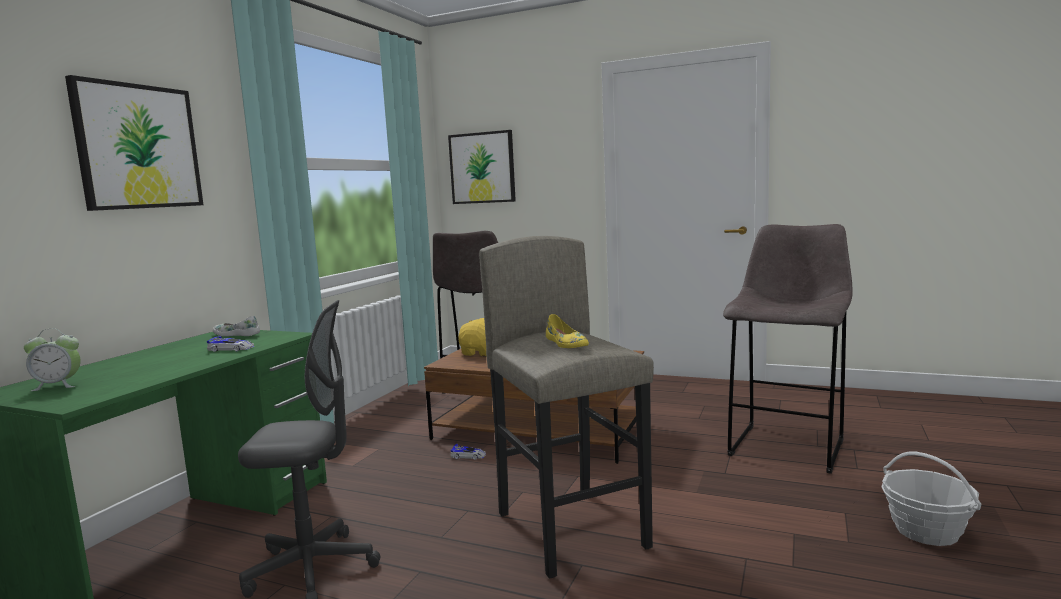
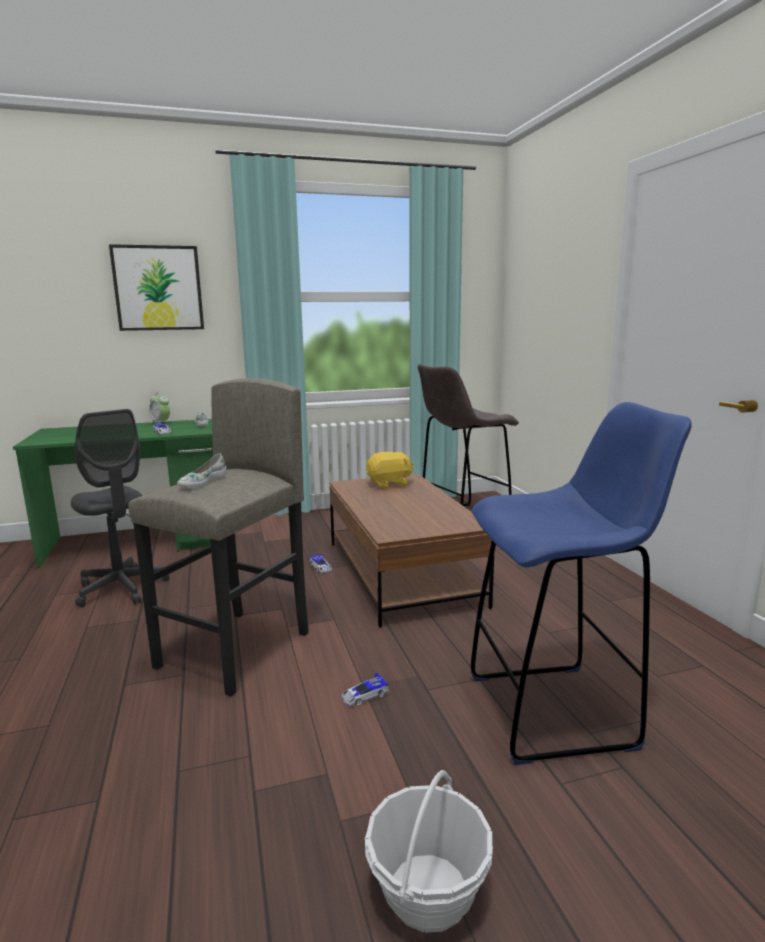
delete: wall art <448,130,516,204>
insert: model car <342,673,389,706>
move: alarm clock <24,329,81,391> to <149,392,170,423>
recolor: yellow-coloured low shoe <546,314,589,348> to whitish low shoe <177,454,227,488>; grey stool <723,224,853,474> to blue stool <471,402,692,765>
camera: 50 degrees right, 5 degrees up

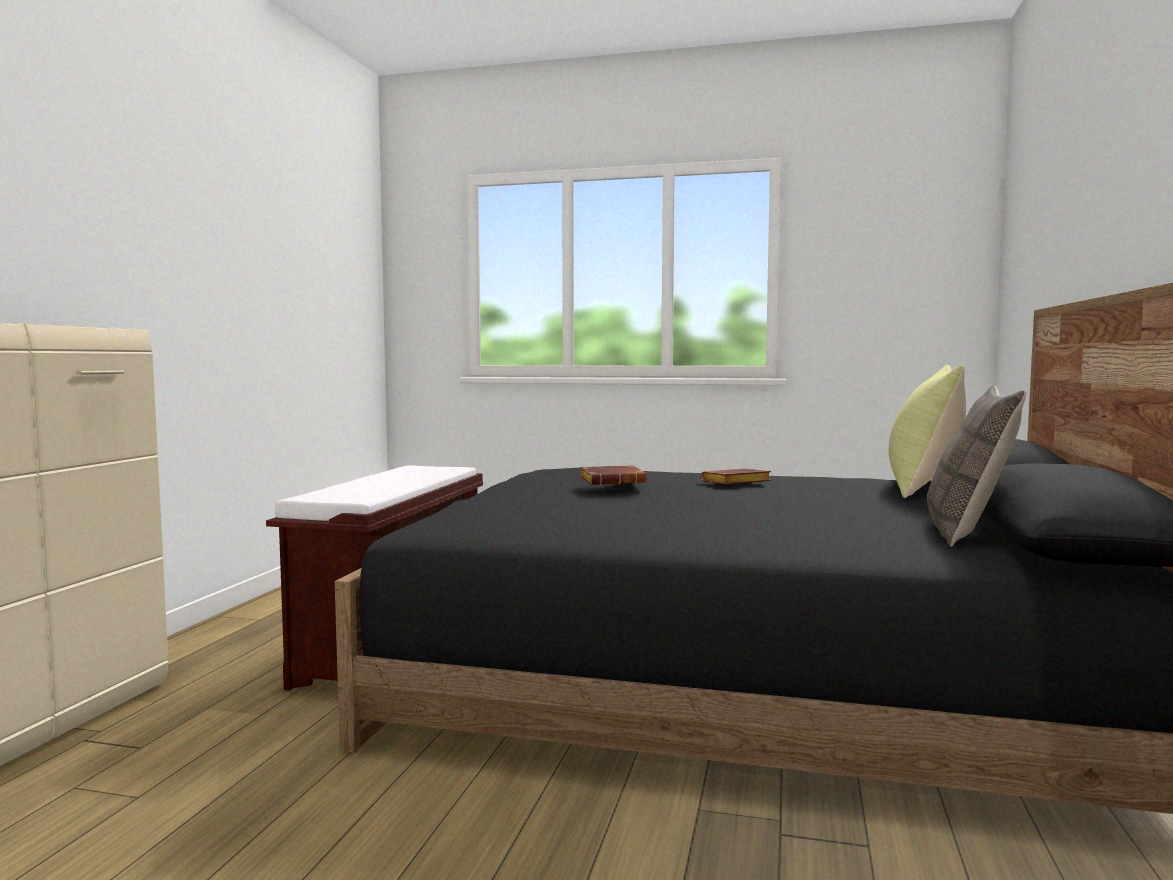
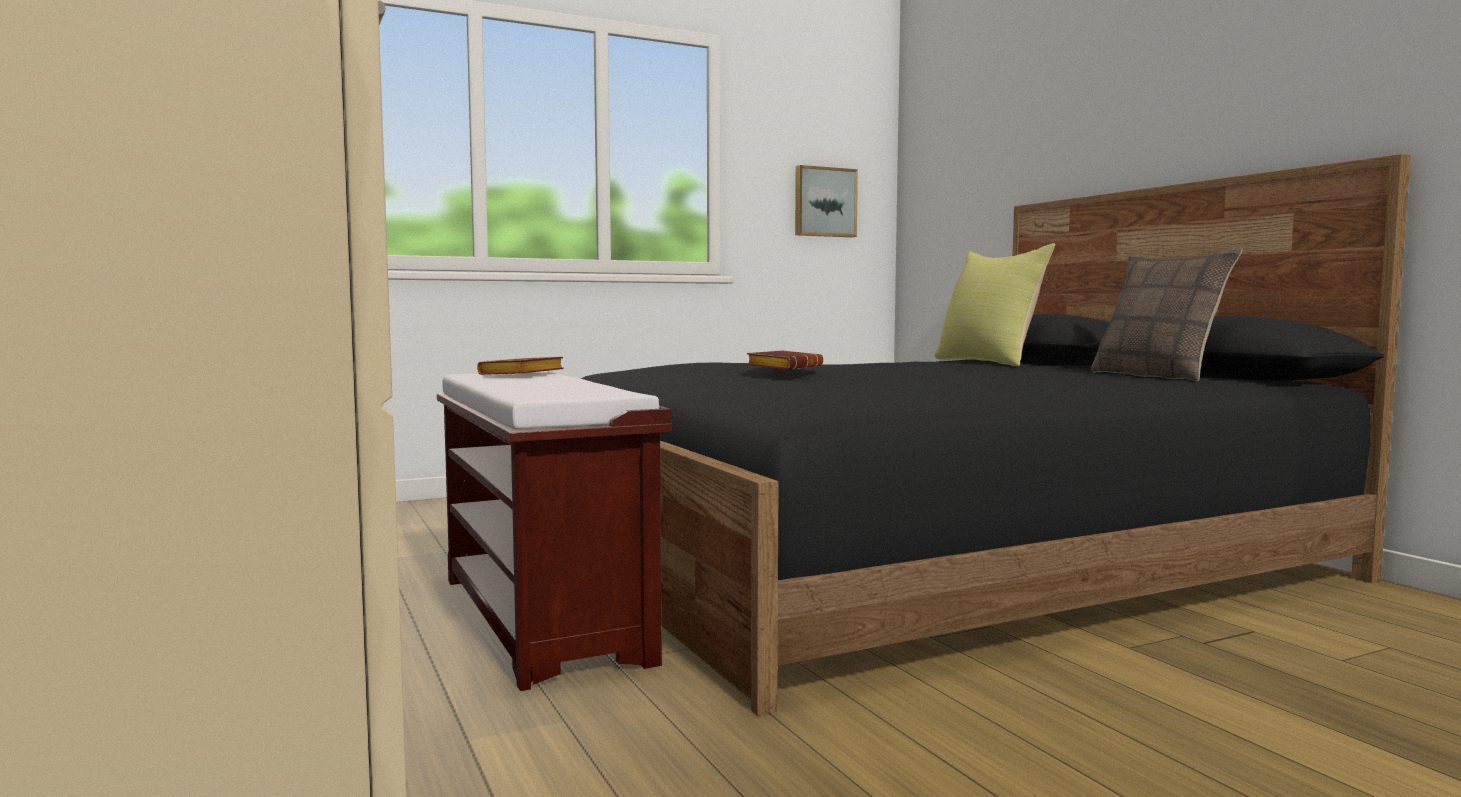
insert: wall art <795,165,858,237>
move: brownish book <701,468,771,484> to <477,357,564,375>
camera: 40 degrees left, 0 degrees up

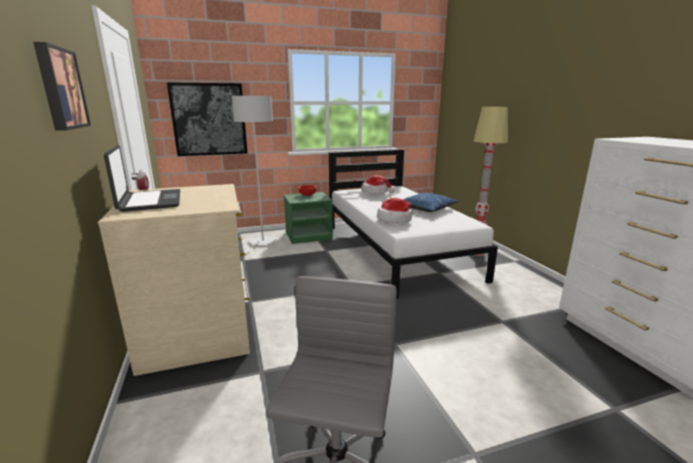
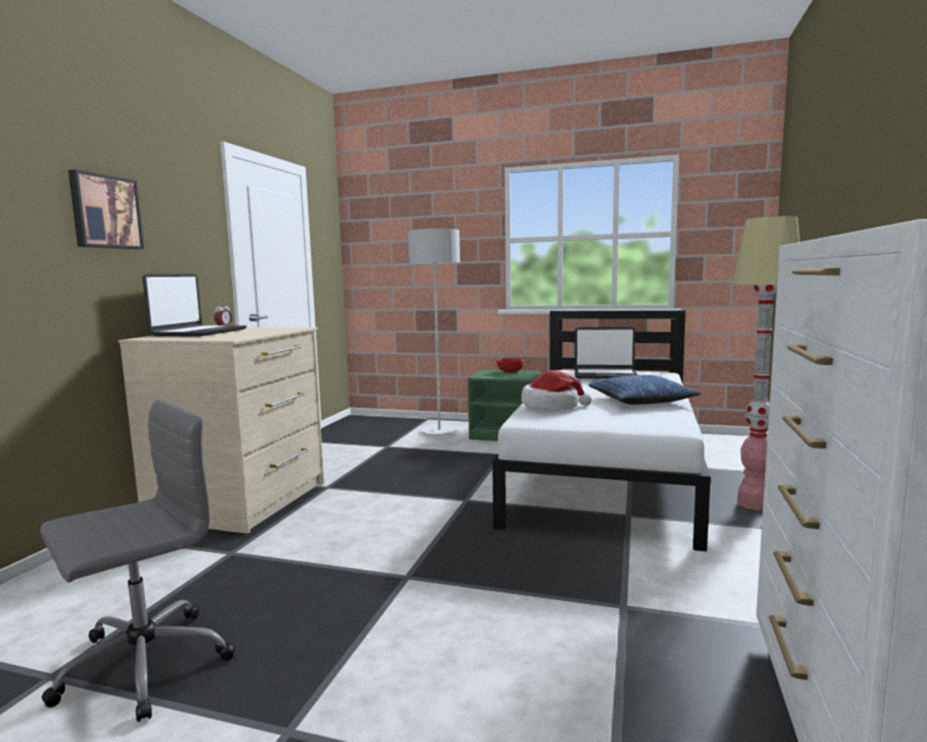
delete: wall art <167,82,247,156>
replace: clothing hat <361,175,395,194> to laptop <575,327,637,379>
camera: 35 degrees right, 10 degrees down

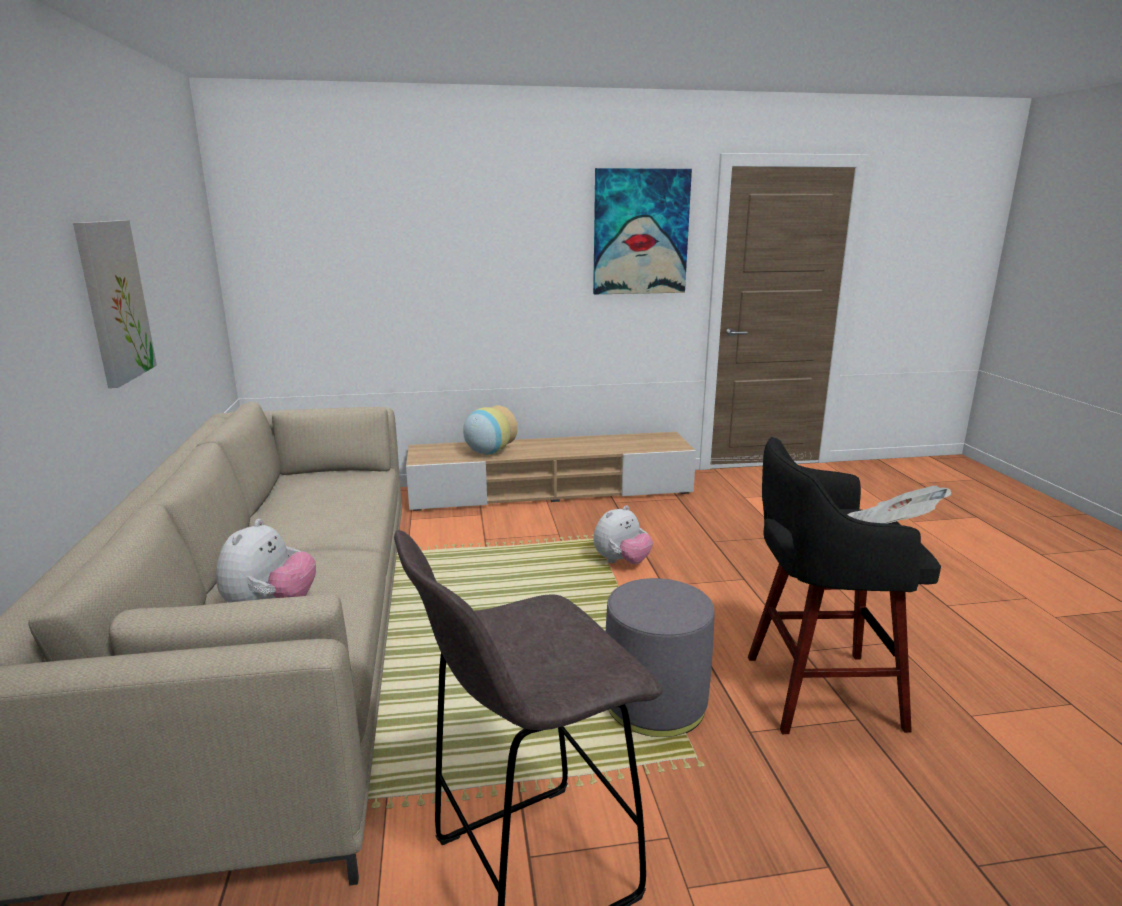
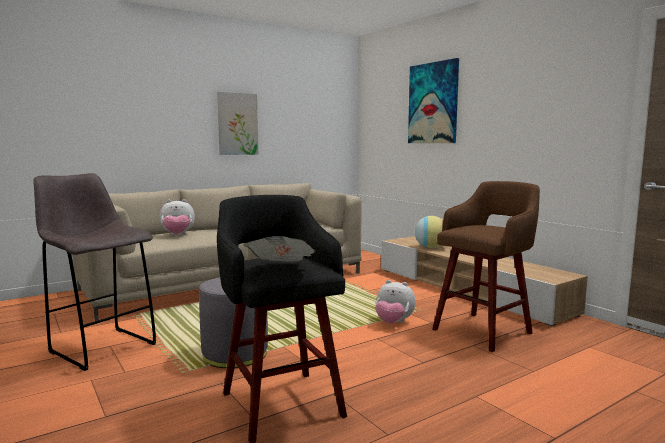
insert: brownish stool <432,181,540,352>
move: wall art <593,168,692,294> to <408,58,459,143>
camera: 65 degrees right, 10 degrees down

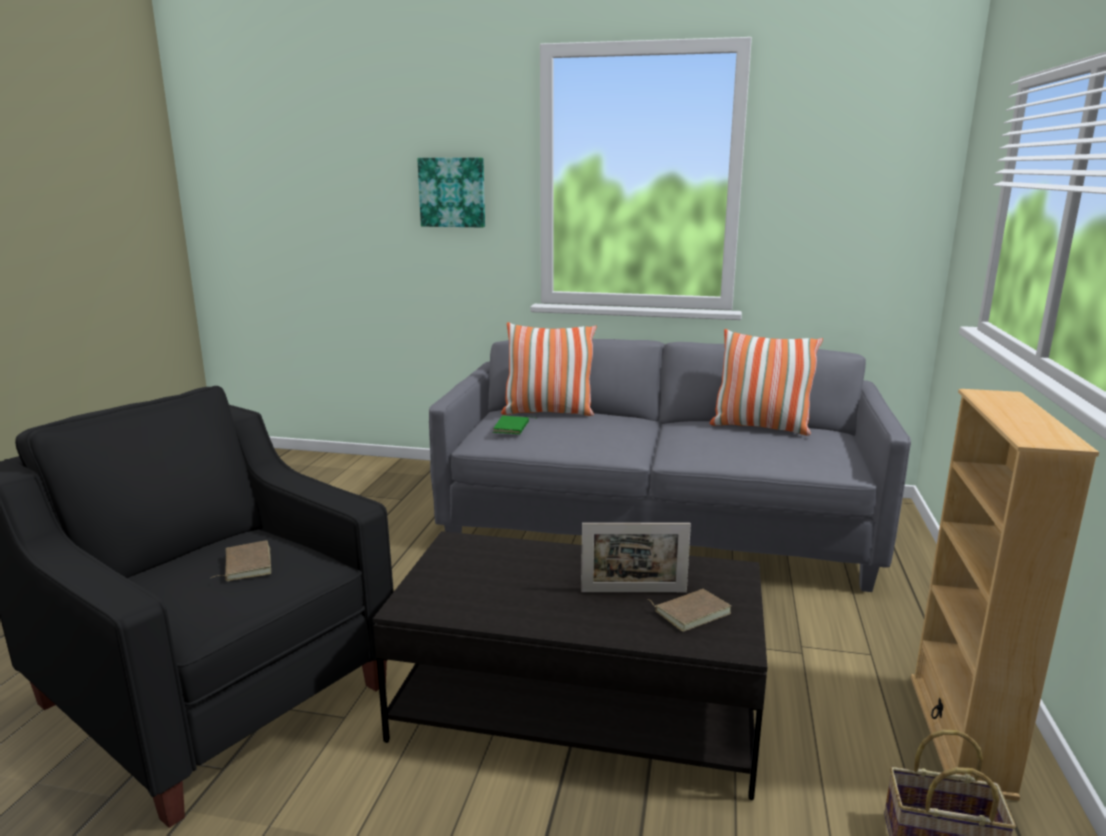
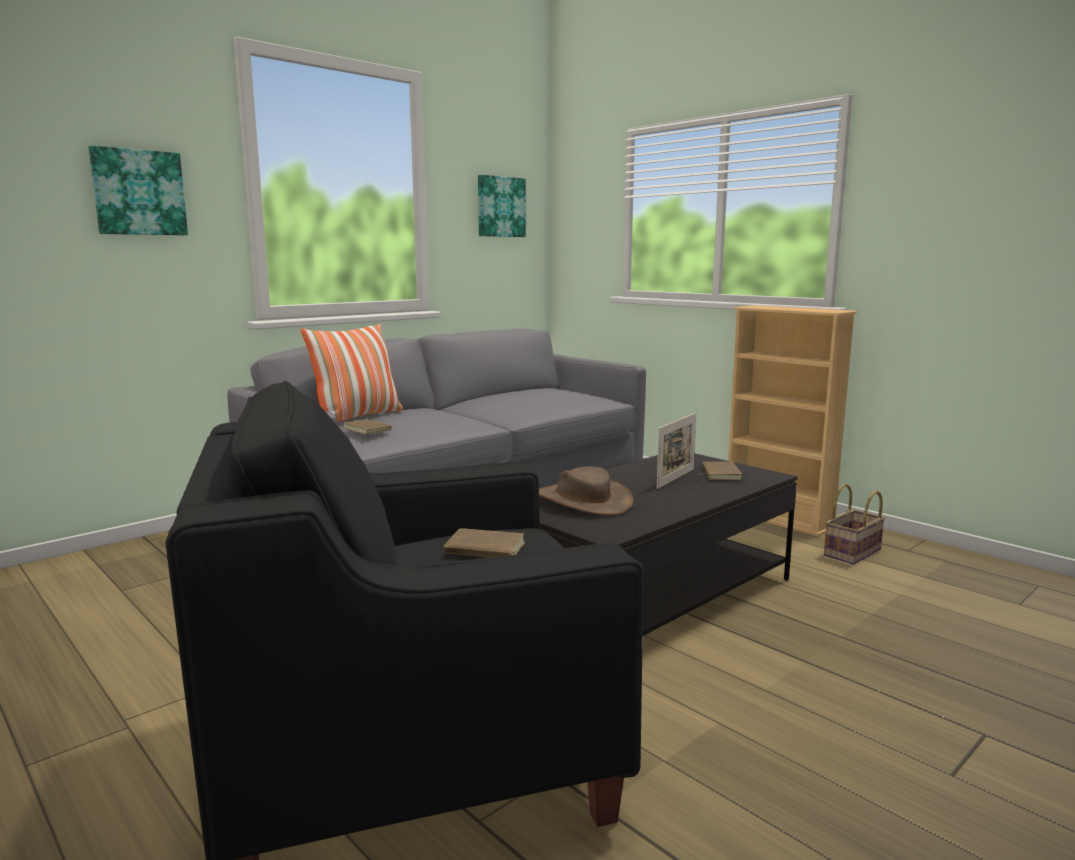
delete: throw pillow <710,329,823,436>
insert: wall art <478,175,526,237>; brownish clothing hat <539,466,634,516>
recolor: green book <493,416,537,434> to brownish book <343,418,391,435>
camera: 55 degrees left, 5 degrees down

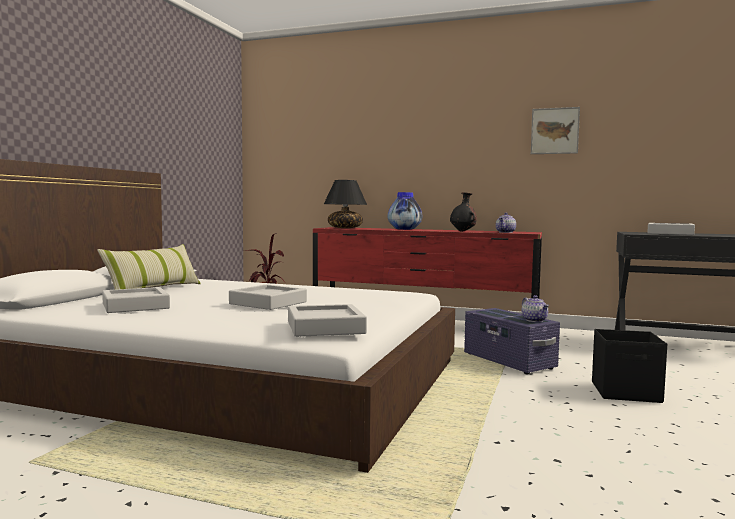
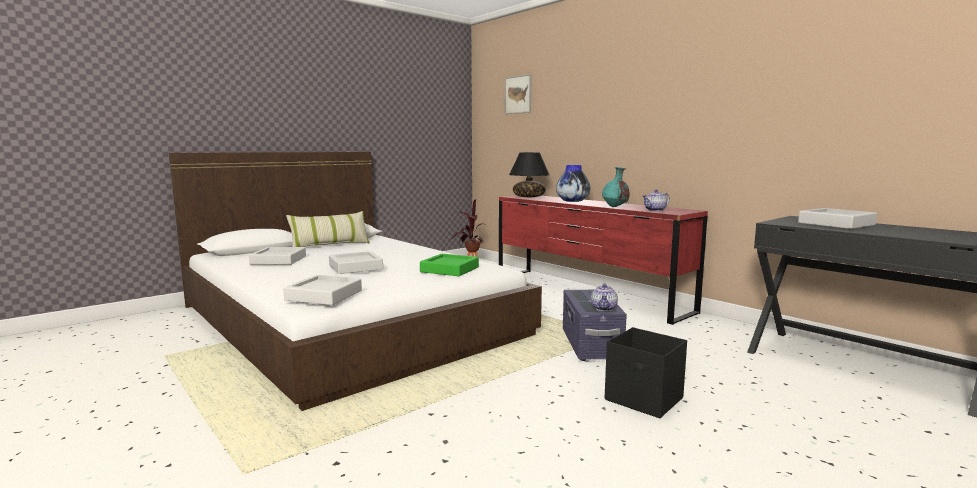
insert: green carrying tray <420,254,479,276>
move: wall art <531,107,580,154> to <505,74,532,114>
recolor: blackish decorative vase <450,192,477,232> to turquoise-coloured decorative vase <602,167,630,207>
camera: 30 degrees right, 5 degrees up

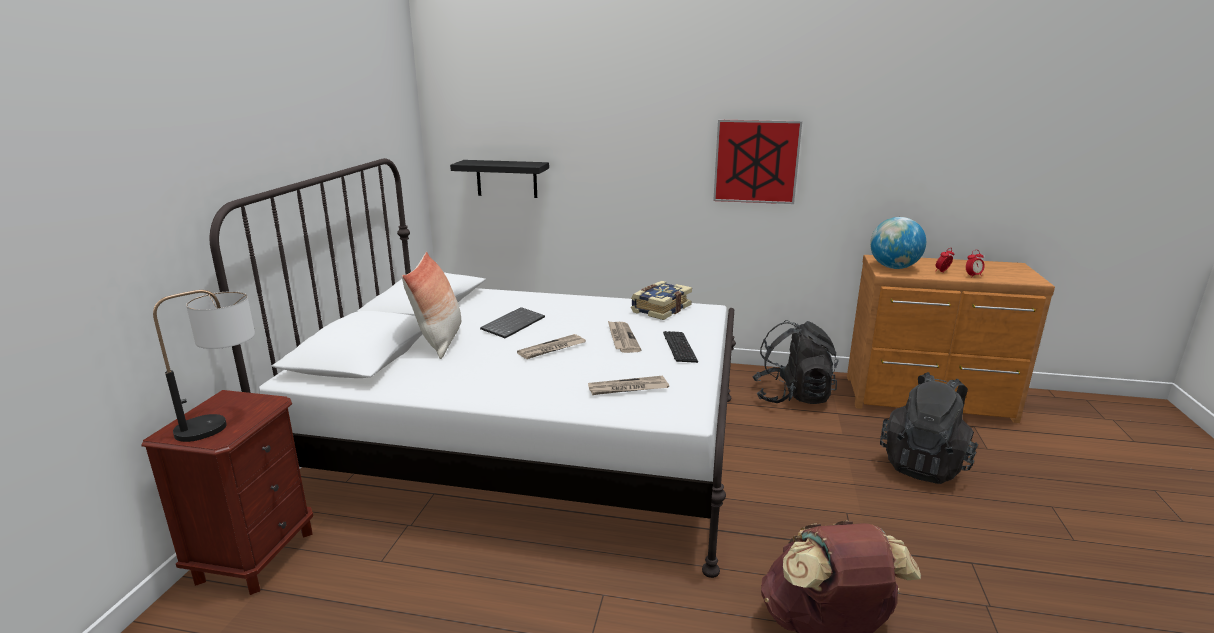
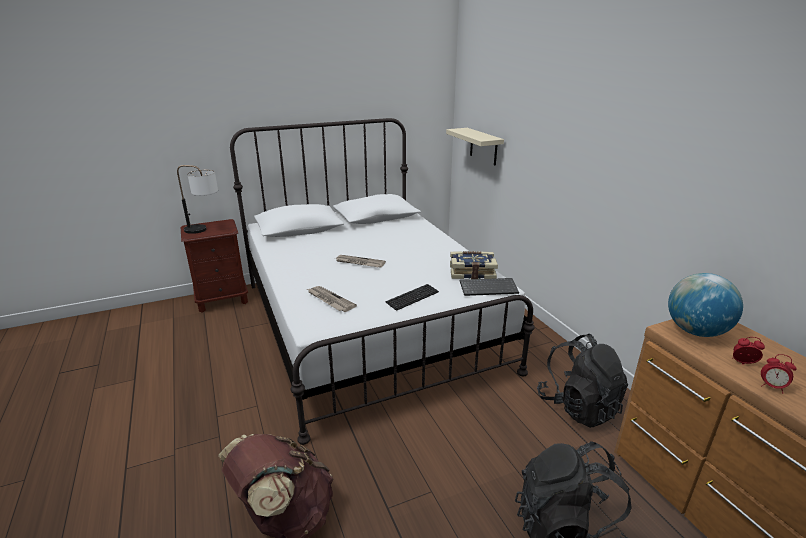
delete: throw pillow <402,252,461,359>; daily paper <608,321,641,353>; wall art <713,120,802,204>
move: computer keyboard <480,307,545,338> to <460,278,519,296>
recolor: blackish shelf <450,160,549,198> to sand-coloured shelf <446,128,504,165>
camera: 55 degrees right, 5 degrees up

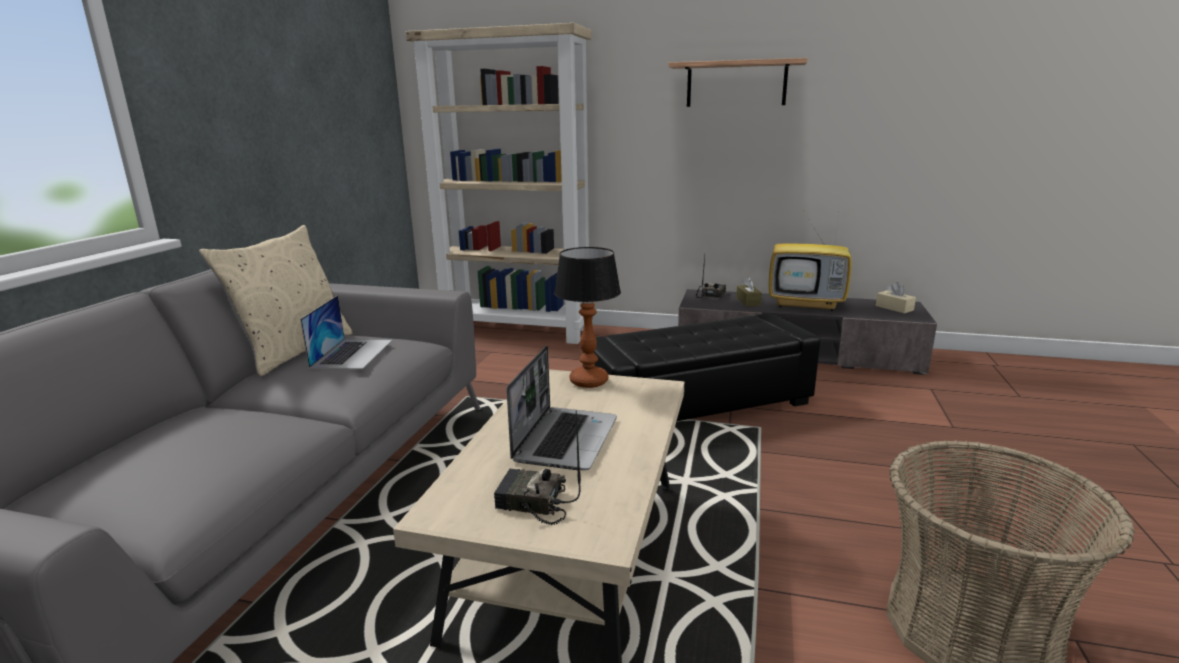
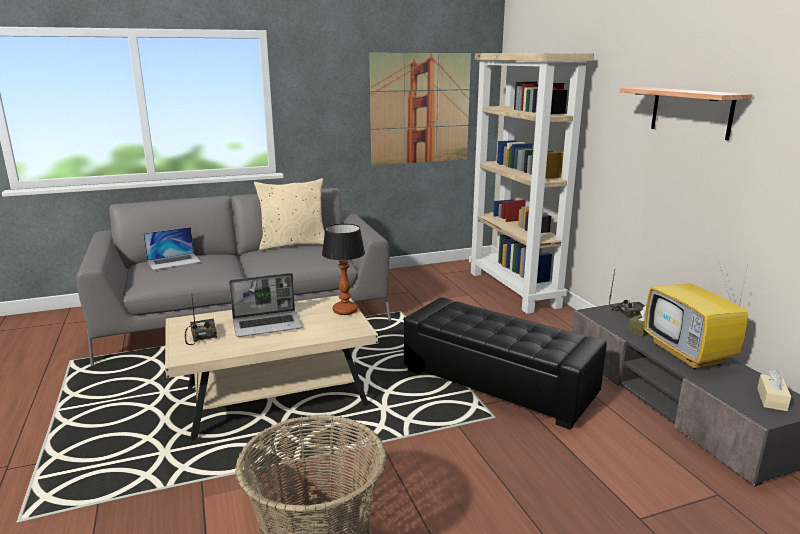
insert: wall art <370,53,471,165>
move: laptop <300,295,392,369> to <143,227,201,270>
camera: 55 degrees right, 0 degrees up

